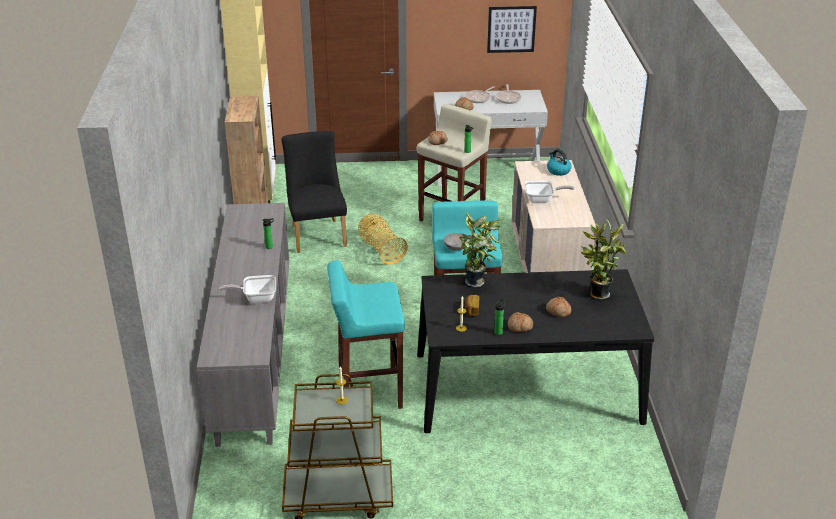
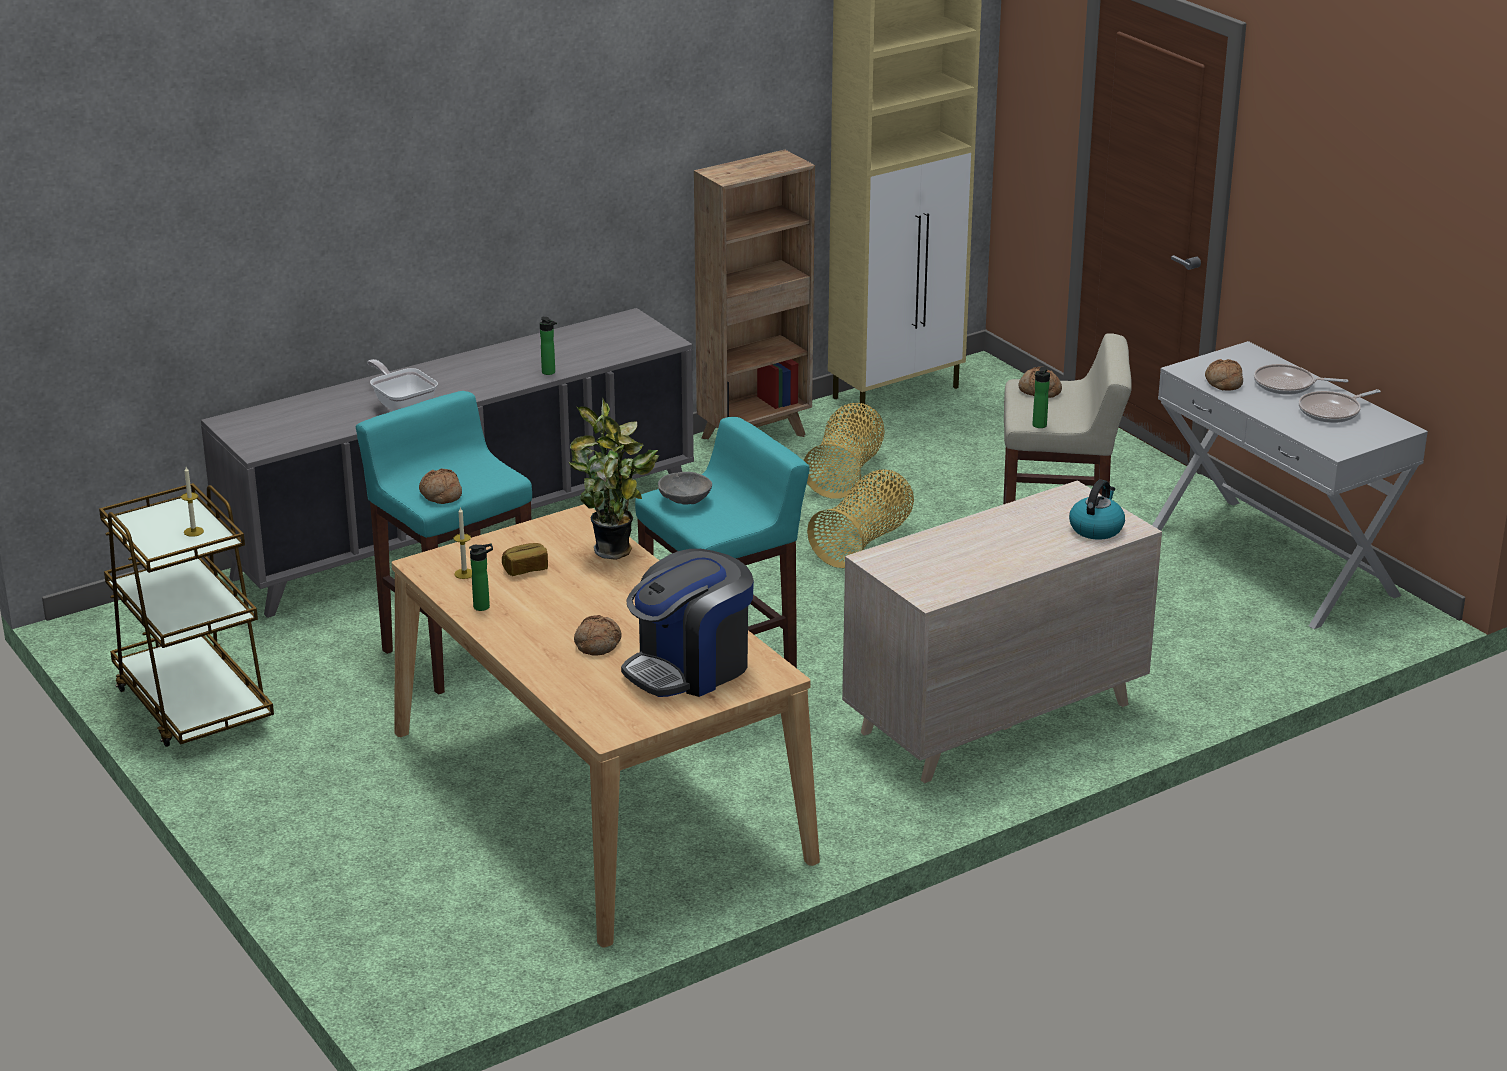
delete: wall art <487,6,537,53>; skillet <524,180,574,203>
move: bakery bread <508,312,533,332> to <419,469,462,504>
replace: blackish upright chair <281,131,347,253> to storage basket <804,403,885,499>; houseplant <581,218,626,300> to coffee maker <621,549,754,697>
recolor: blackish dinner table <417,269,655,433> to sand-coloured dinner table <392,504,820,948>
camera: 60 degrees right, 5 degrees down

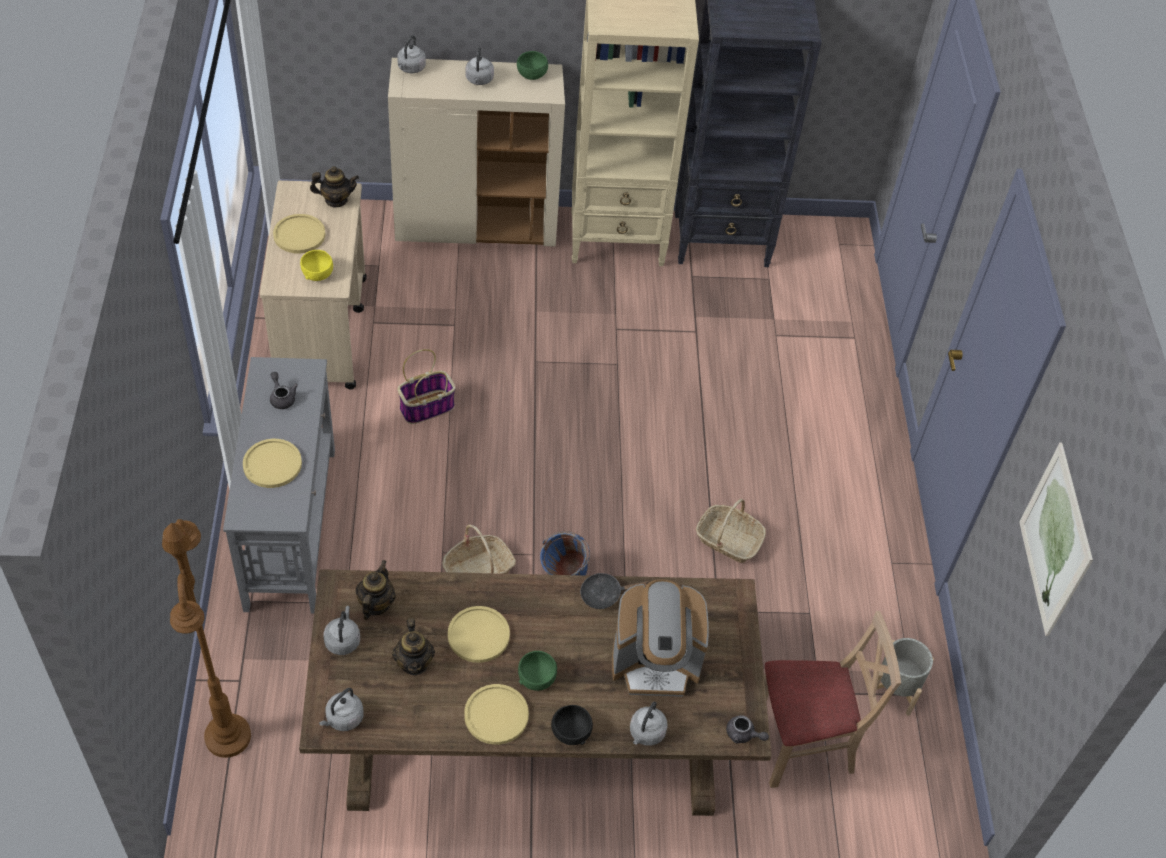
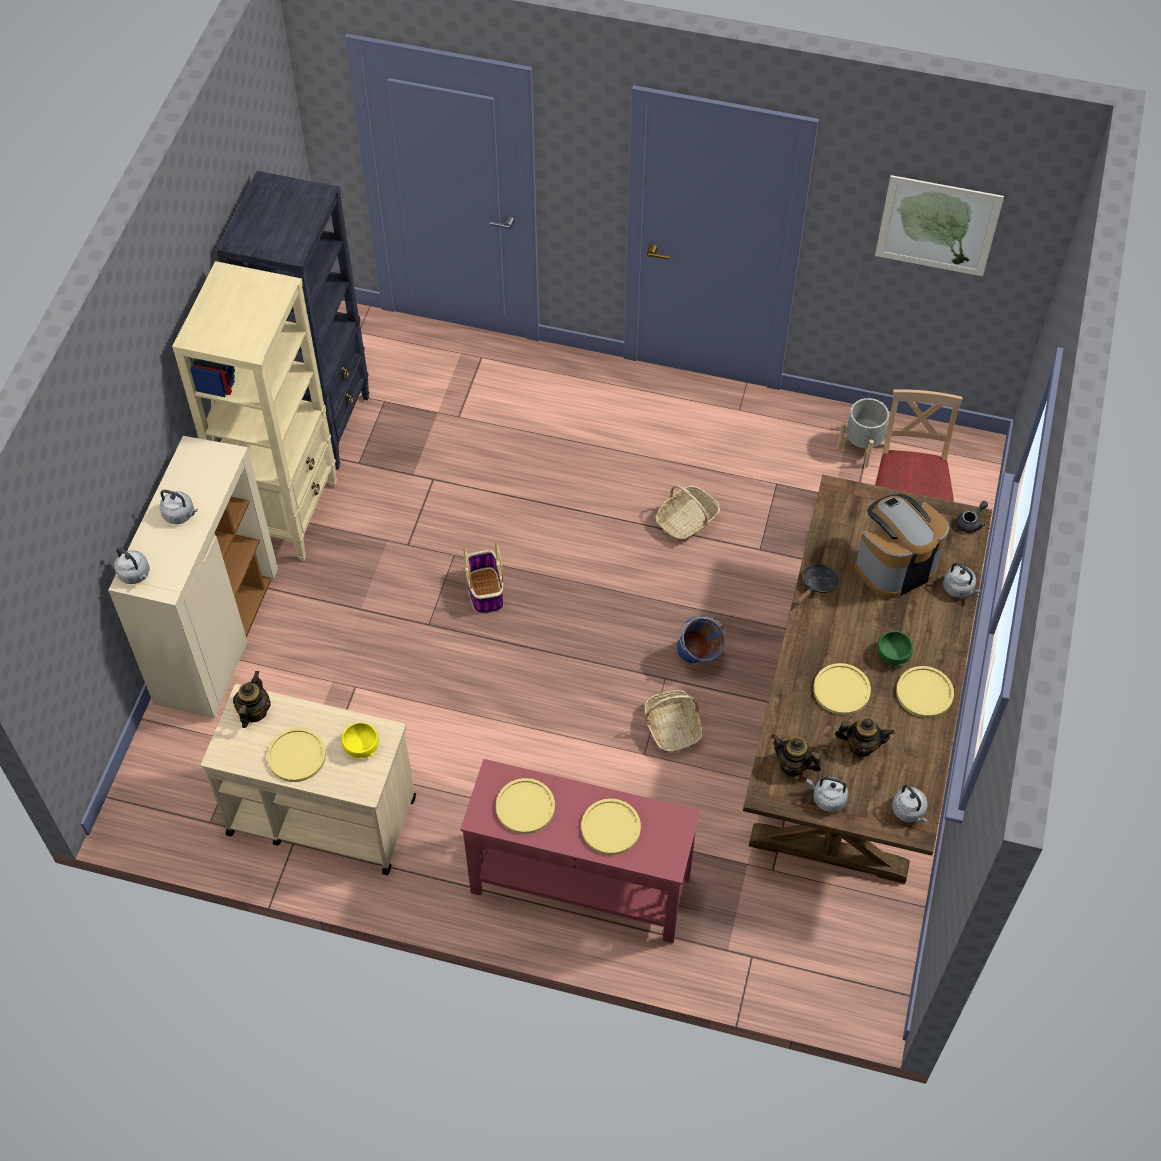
delete: brownish floor lamp <162,519,251,758>; green serving bowl <517,51,548,80>; blackish serving bowl <551,705,593,745>
move: storage basket <398,349,456,424> to <463,542,504,614>
replace: grey tea pot <270,372,298,409> to yellow-coloured flat dish <496,778,555,834>
recolor: grey console table <223,357,335,614> to reddish console table <460,759,700,943>
rotate: blackish skillet <580,573,650,609> = <795,564,839,605> 150 degrees counterclockwise; coffee maker <612,579,708,697> = <854,494,949,598> 135 degrees counterclockwise
camera: 70 degrees left, 5 degrees up

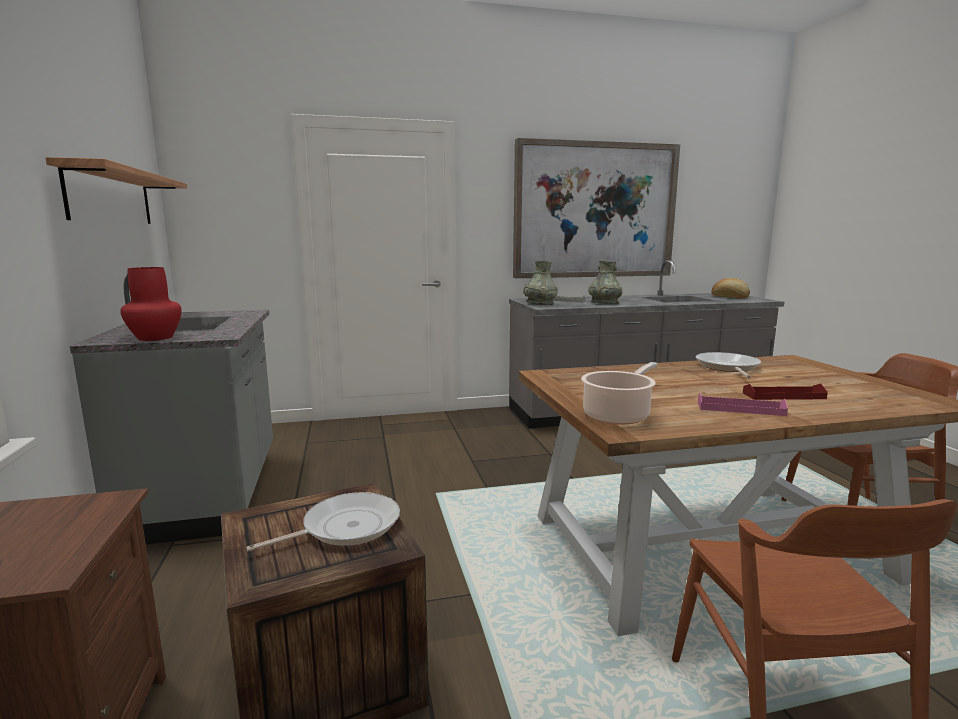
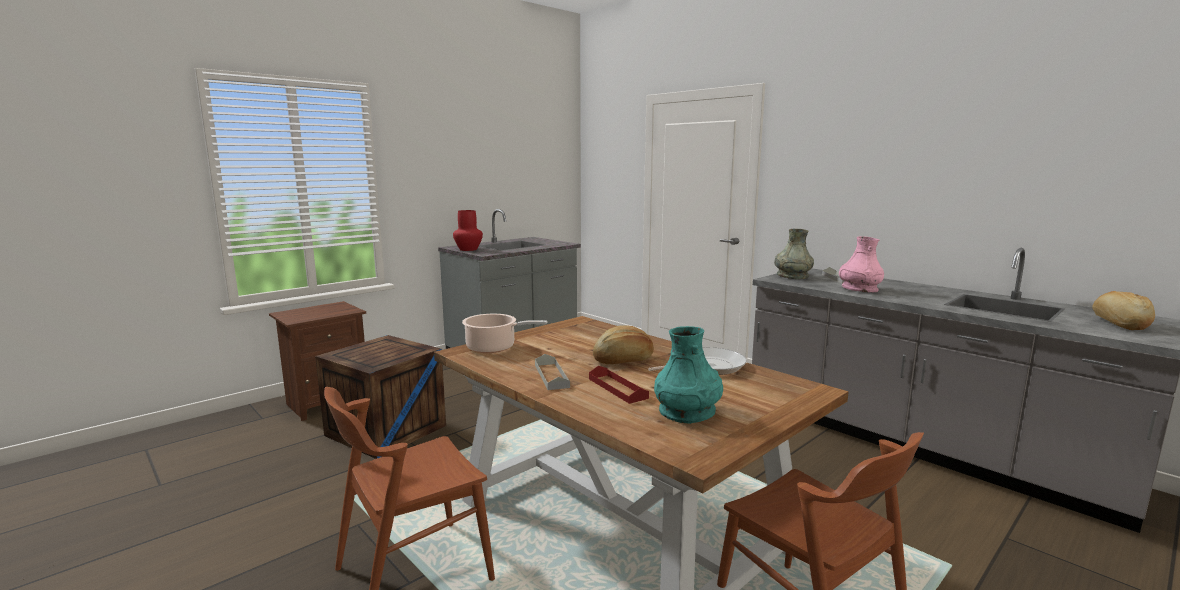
delete: shelf <46,157,187,224>; skillet <246,492,400,551>; wall art <513,138,680,278>
insert: bakery bread <593,325,654,364>; turquoise-coloured decorative vase <654,326,723,424>
recolor: grey decorative vase <588,261,622,304> to pink decorative vase <839,236,884,292>; pink carrying tray <698,393,788,416> to grey carrying tray <535,354,570,390>
camera: 60 degrees right, 0 degrees up

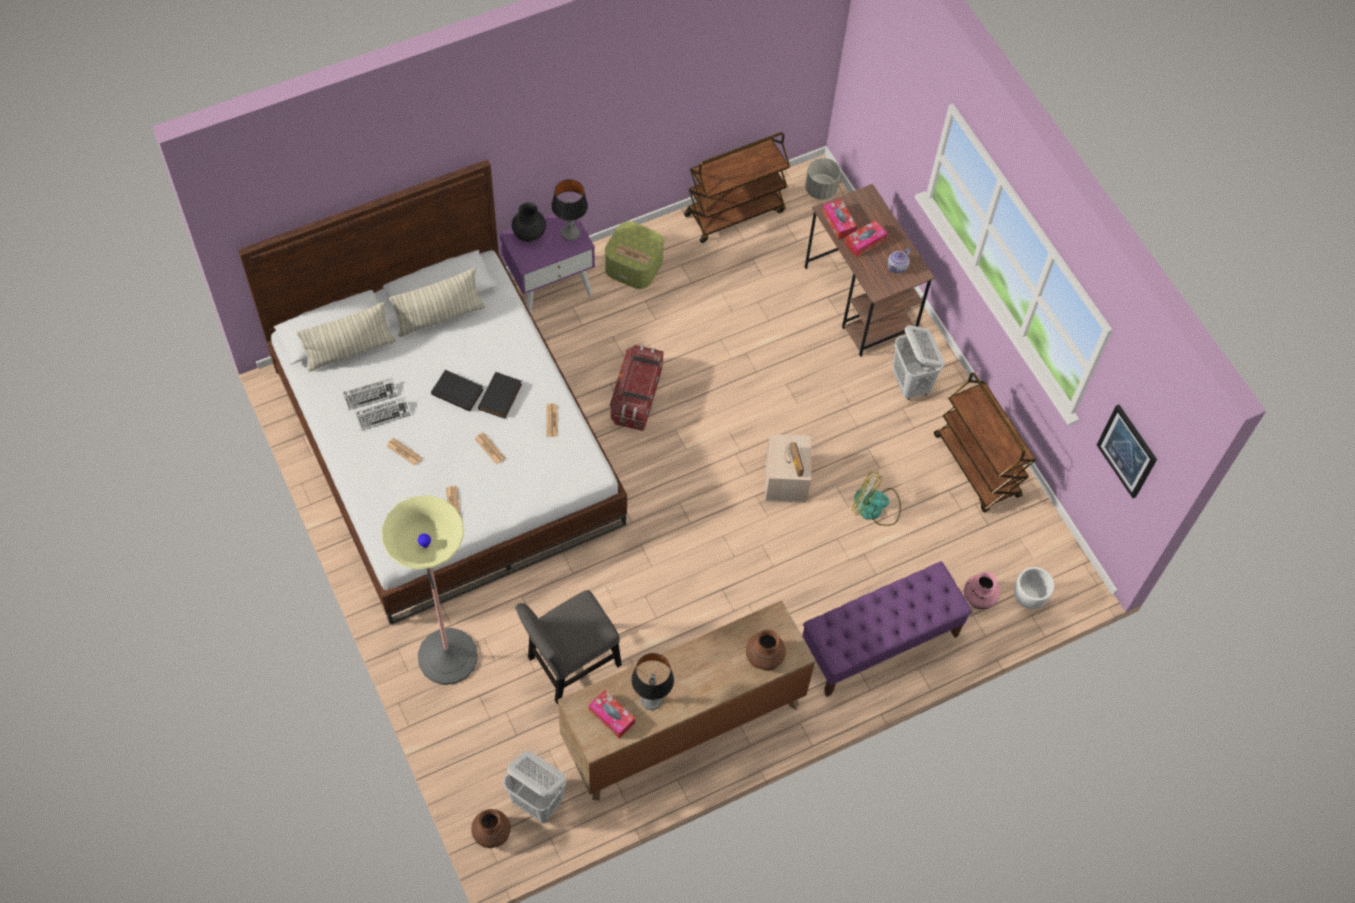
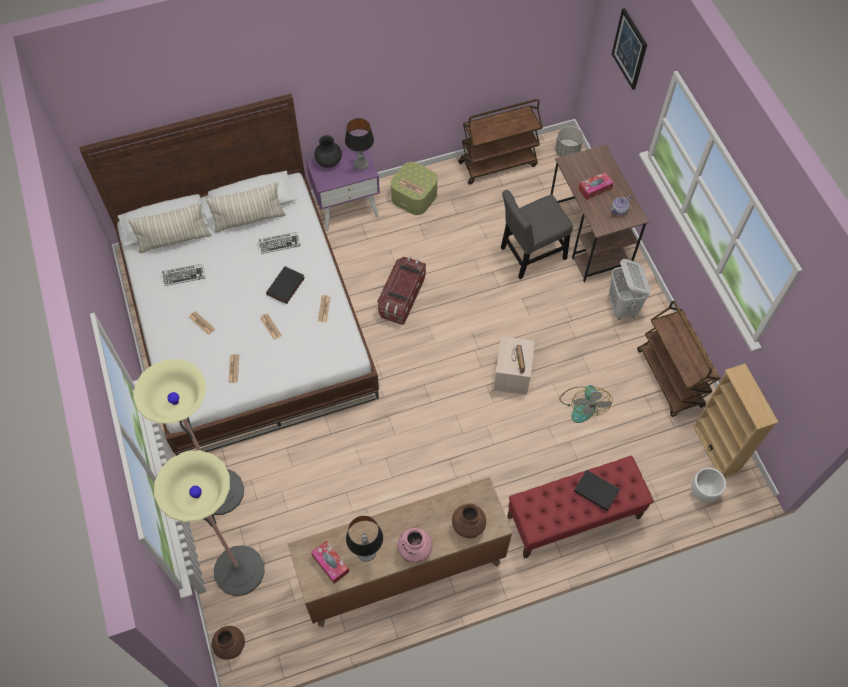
delete: whitish hamper <503,751,567,823>; tissue holder <823,199,857,239>
insert: floor lamp <154,450,265,596>; sand-coloured shelving unit <693,364,778,478>
move: computer keyboard <356,397,411,430> to <258,232,301,254>; blackish book <431,370,484,412> to <574,470,620,511>; grey upright chair <515,590,622,704> to <501,190,573,279>; pink decorative vase <964,571,1000,609> to <398,528,432,563>; wall art <1097,405,1157,498> to <612,8,647,90>
recolor: purple indoor bench <802,561,972,697> to reddish indoor bench <507,456,654,559>
rotate: electric fan <852,471,901,526> = <559,385,613,423> 120 degrees counterclockwise
camera: 10 degrees right, 0 degrees up

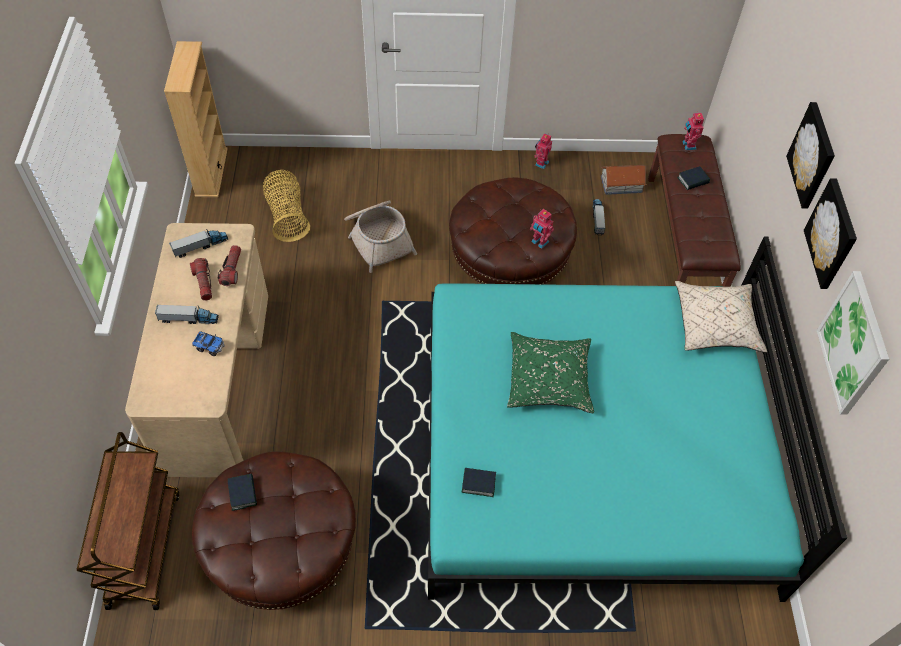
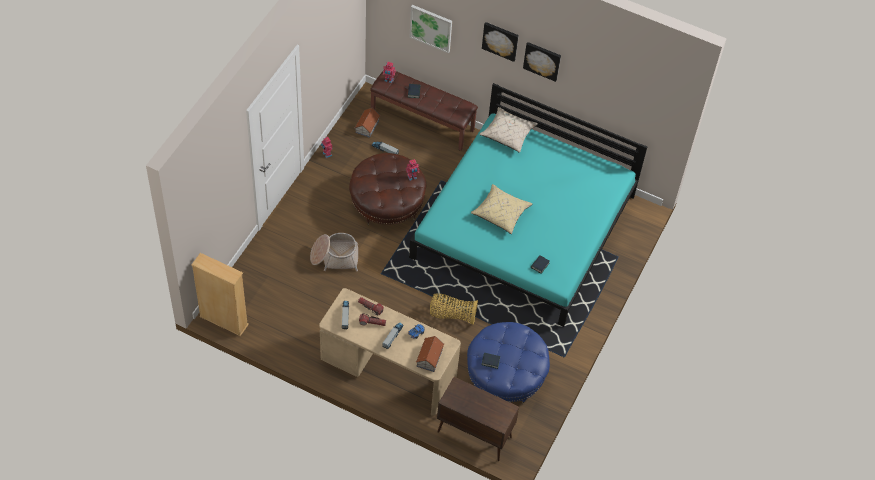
insert: toy house <416,336,444,372>
move: storage basket <263,170,310,242> to <430,293,478,325>; wall art <817,271,889,415> to <410,5,452,53>
replace: brownish wheeled cart <77,432,179,610> to brownish storage cabinet <437,377,519,461>
recolor: brownish footrest <192,451,356,610> to blue footrest <467,322,550,404>; green throw pillow <507,332,594,413> to sand-coloured throw pillow <471,184,532,234>
camera: 65 degrees left, 0 degrees up

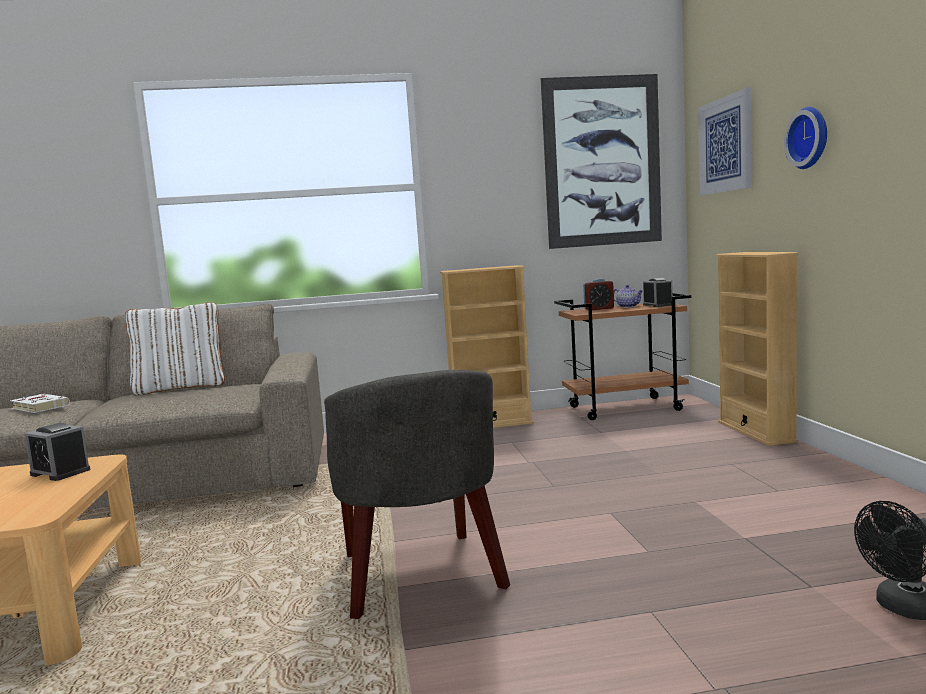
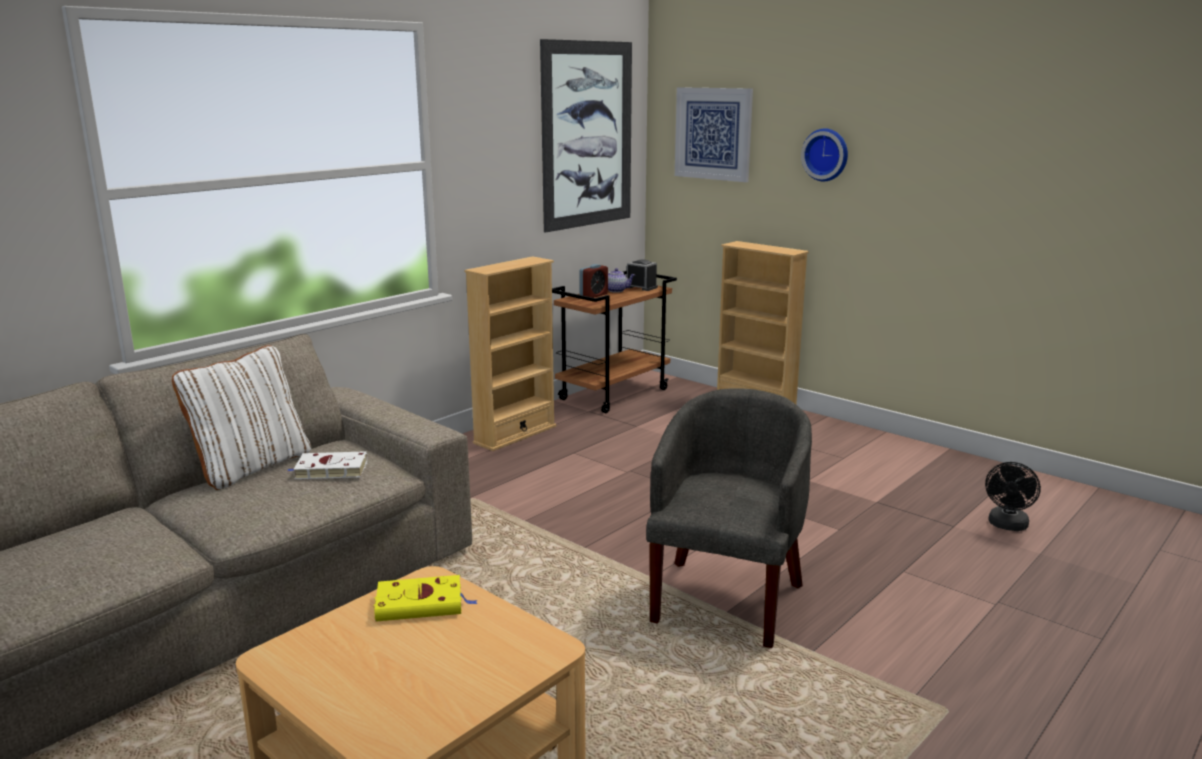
move: whitish book <10,394,70,413> to <288,451,368,479>
replace: alarm clock <24,423,90,481> to yellow-coloured book <374,575,478,622>
rotate: grey armchair <324,370,510,619> = <646,388,812,648> 105 degrees counterclockwise
camera: 40 degrees left, 10 degrees up

